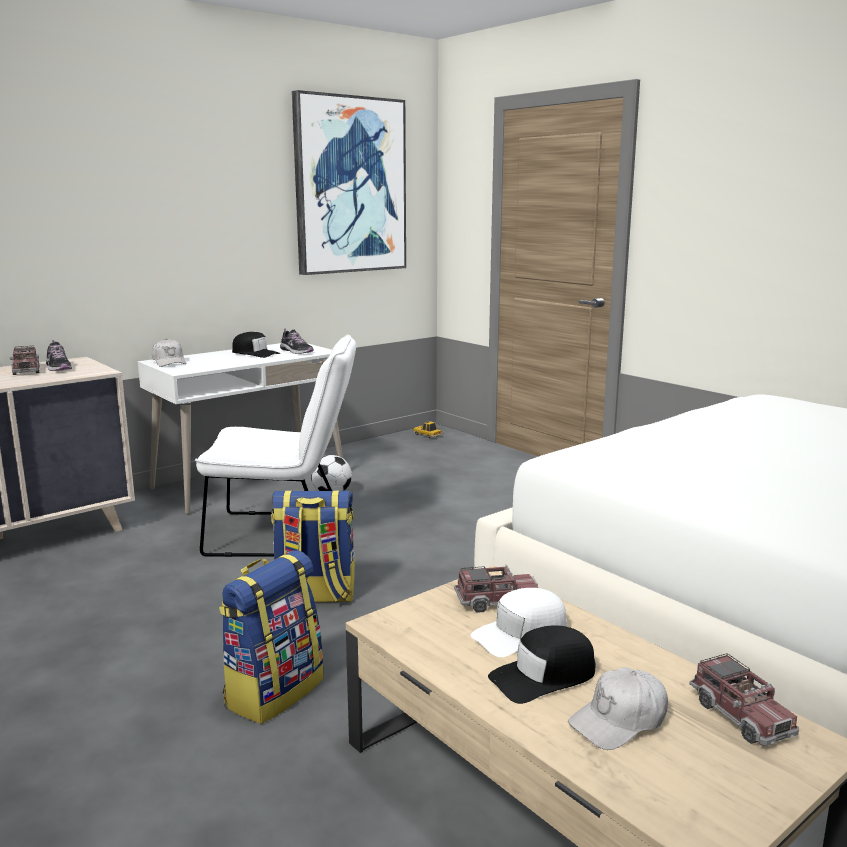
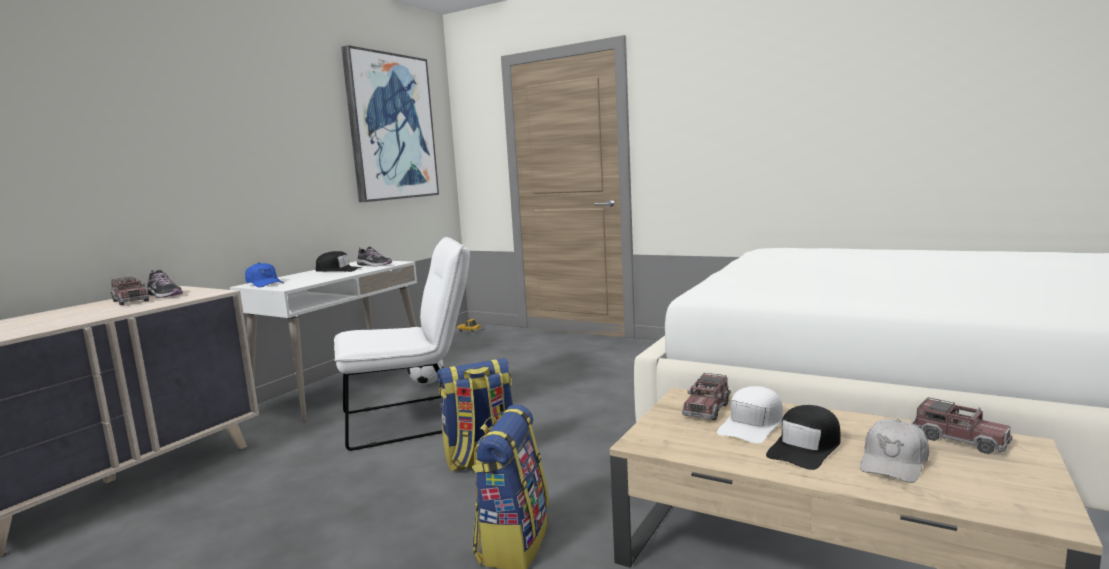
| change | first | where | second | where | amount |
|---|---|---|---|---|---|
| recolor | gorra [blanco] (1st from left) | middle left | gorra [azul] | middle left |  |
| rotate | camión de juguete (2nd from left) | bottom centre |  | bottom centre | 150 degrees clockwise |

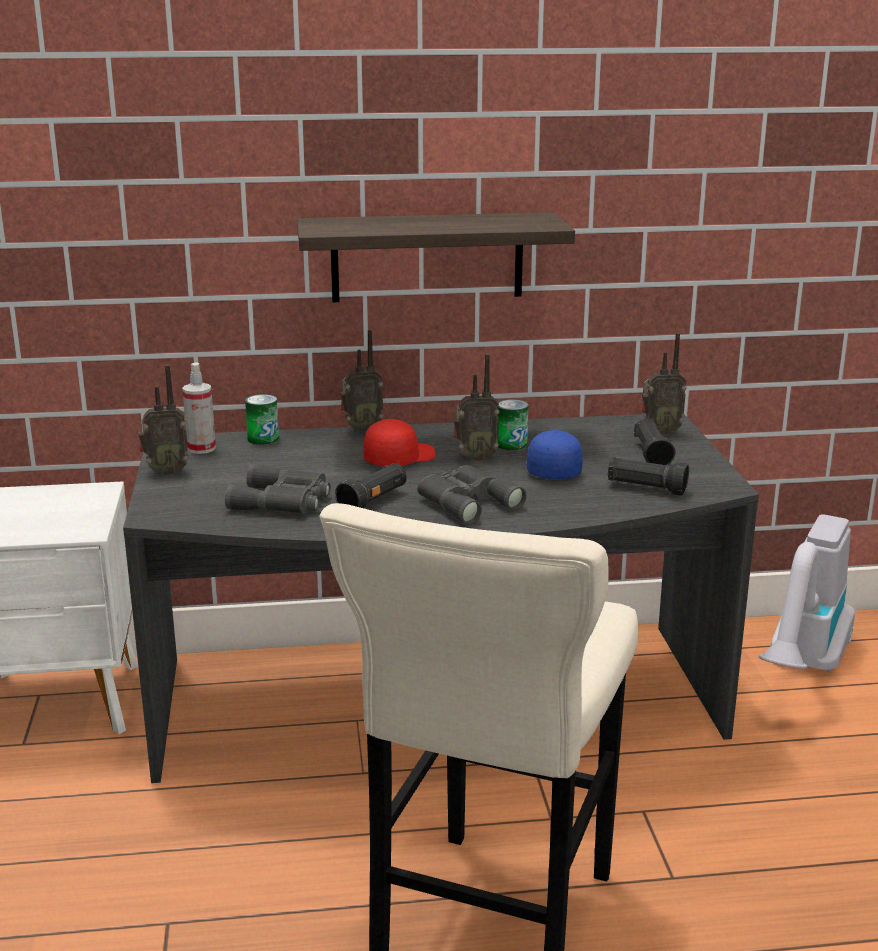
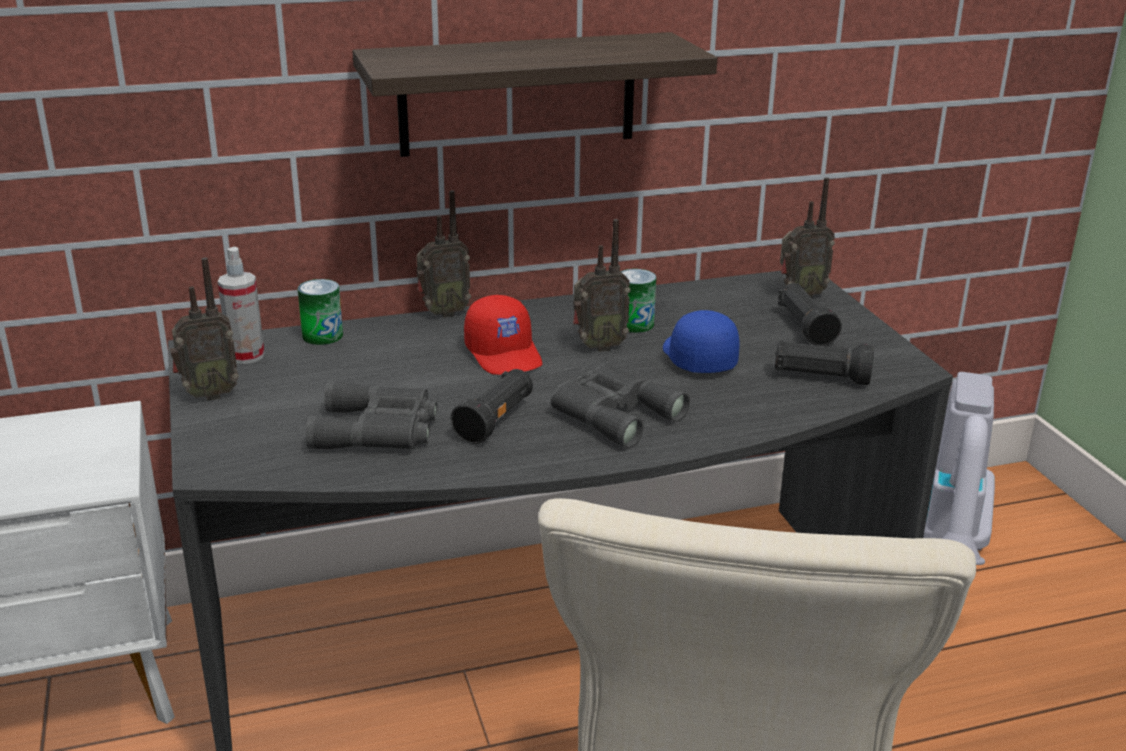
| change | first | where | second | where | amount |
|---|---|---|---|---|---|
| rotate | gorra [rojo] | centre |  | centre | 120 degrees clockwise |

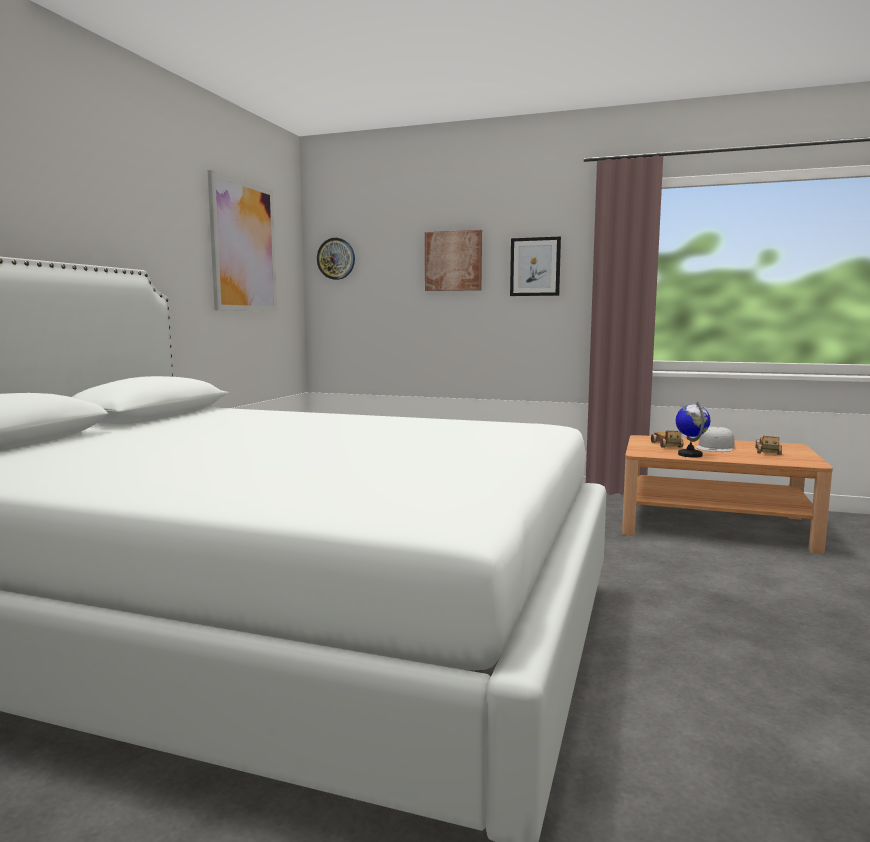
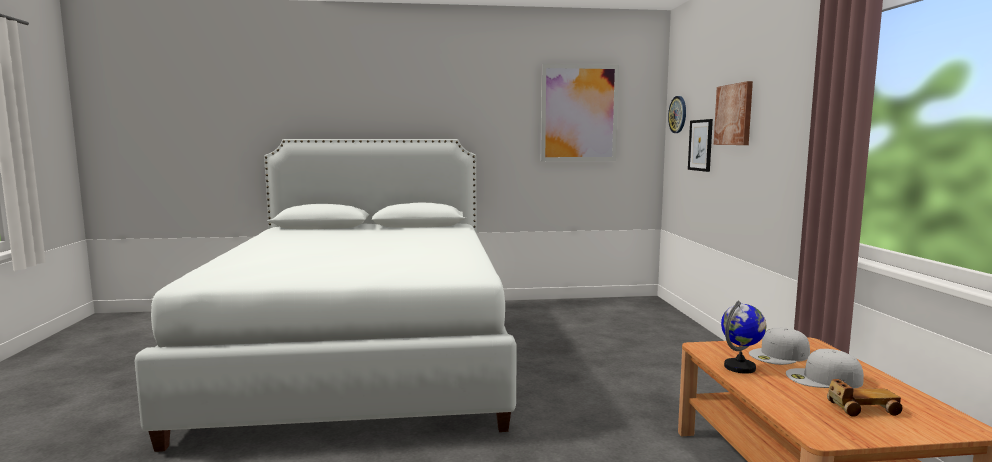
| change | first | where | second | where | amount |
|---|---|---|---|---|---|
| move | cuadro (3rd from left in the first image) | top centre | cuadro (2nd from left) | top right |  |
| replace | coche de juguete (1st from left) | middle right | gorra [blanco] (1st from left) | bottom right |  |

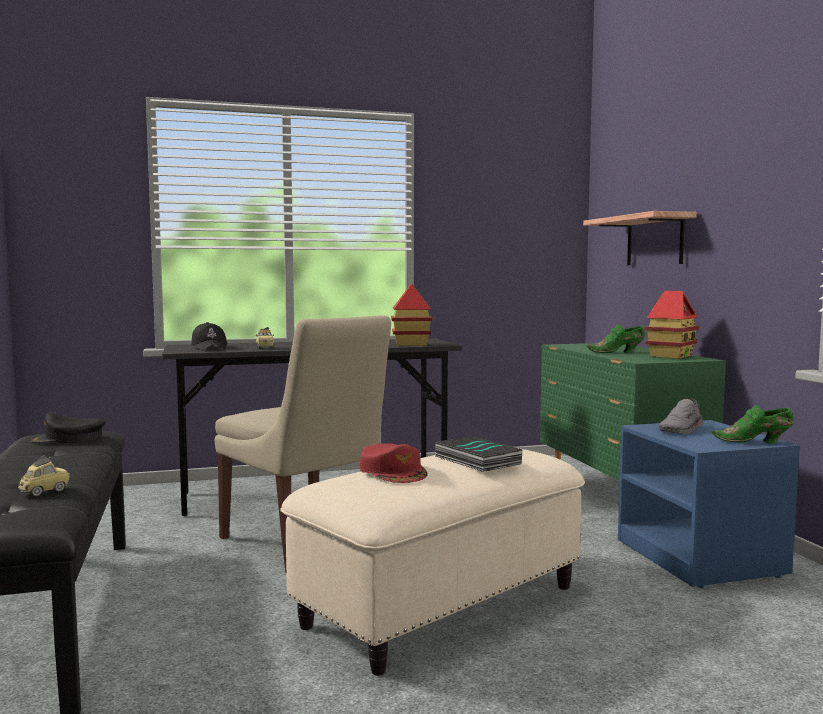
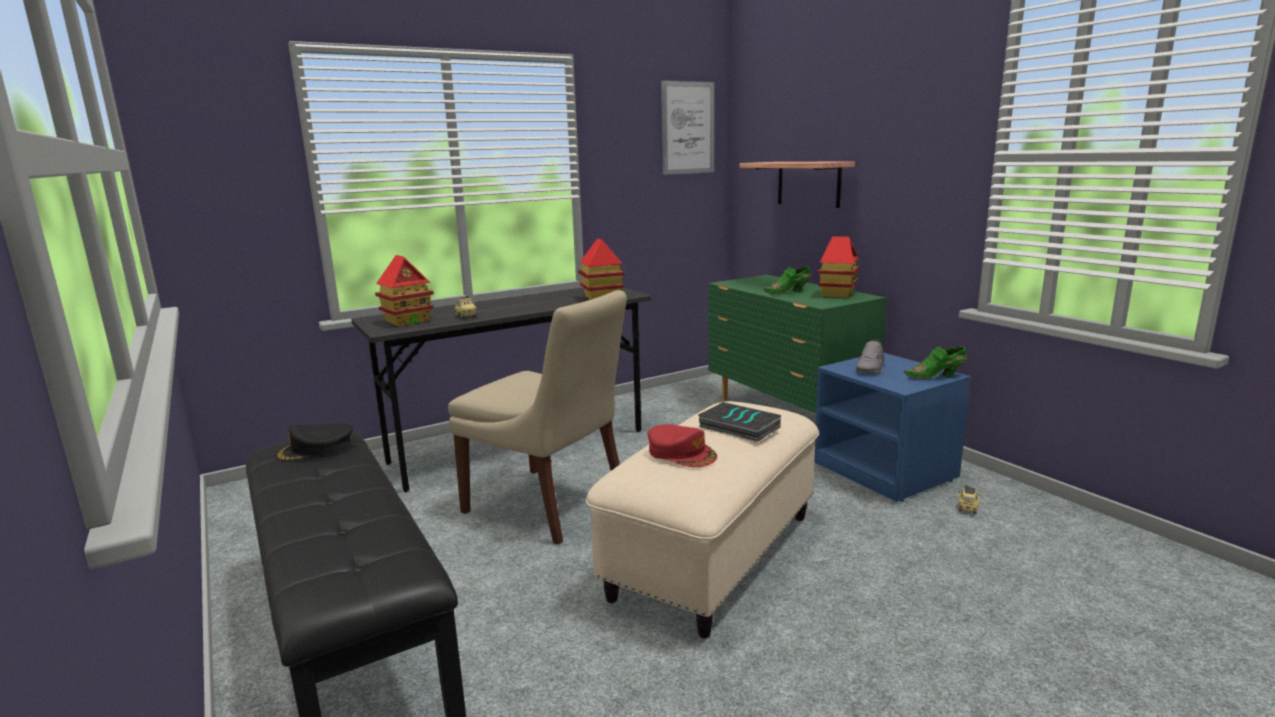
| change | first | where | second | where | amount |
|---|---|---|---|---|---|
| insert |  |  | cuadro | top centre |  |
| move | coche de juguete (1st from left in the first image) | bottom left | coche de juguete (2nd from left) | bottom right |  |
| replace | gorra [negro] (2nd from left) | middle left | casita (1st from left) | middle left |  |

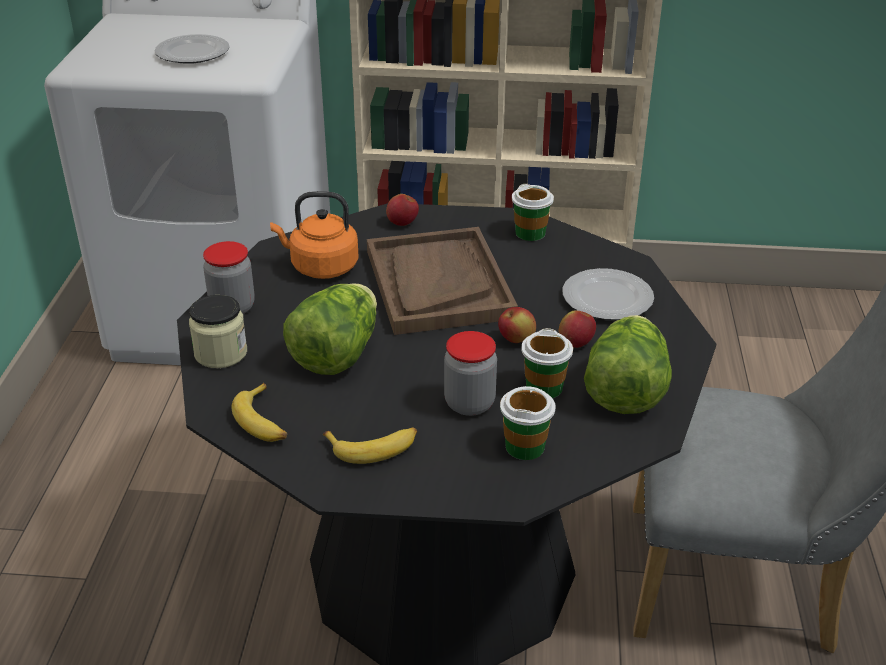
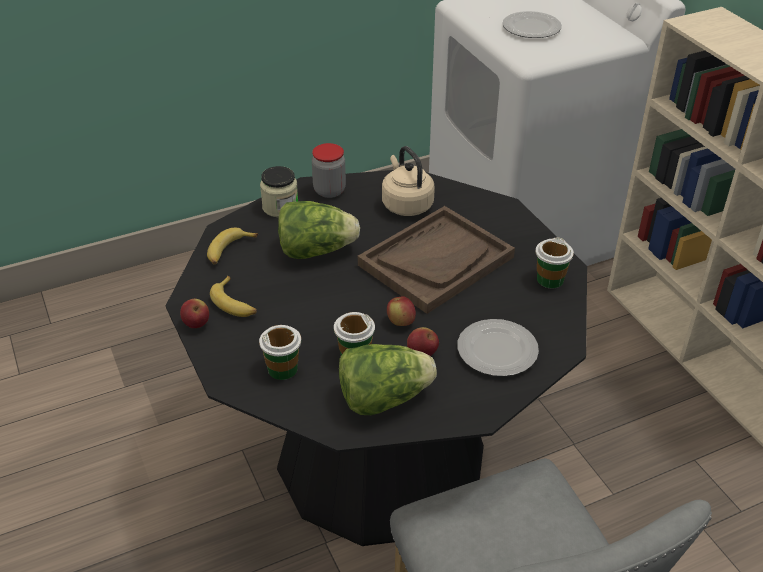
| change | first | where | second | where | amount |
|---|---|---|---|---|---|
| delete | tarro (3rd from left) | centre |  |  |  |
| move | manzana (1st from left) | top centre |  | middle left |  |
| recolor | hervidor [naranja] | centre | hervidor [beis] | top centre |  |

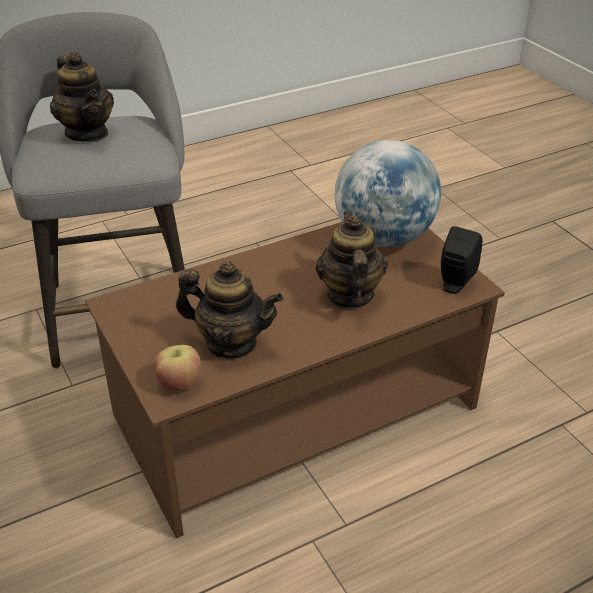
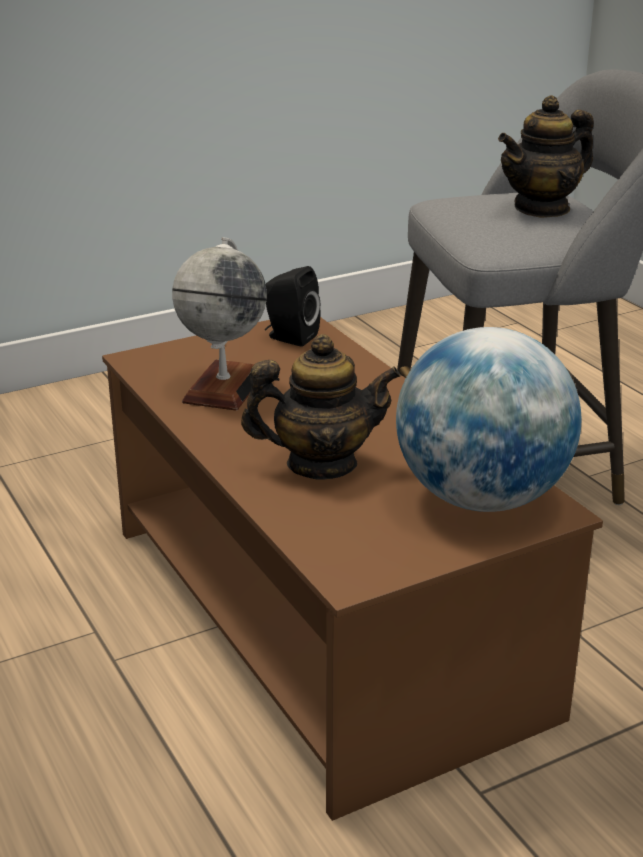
| change | first | where | second | where | amount |
|---|---|---|---|---|---|
| delete | manzana | middle left |  |  |  |
| move | altavoz [negro] | middle right |  | centre |  |
| replace | tetera (2nd from left) | centre | globo terráqueo (1st from left) | centre |  |

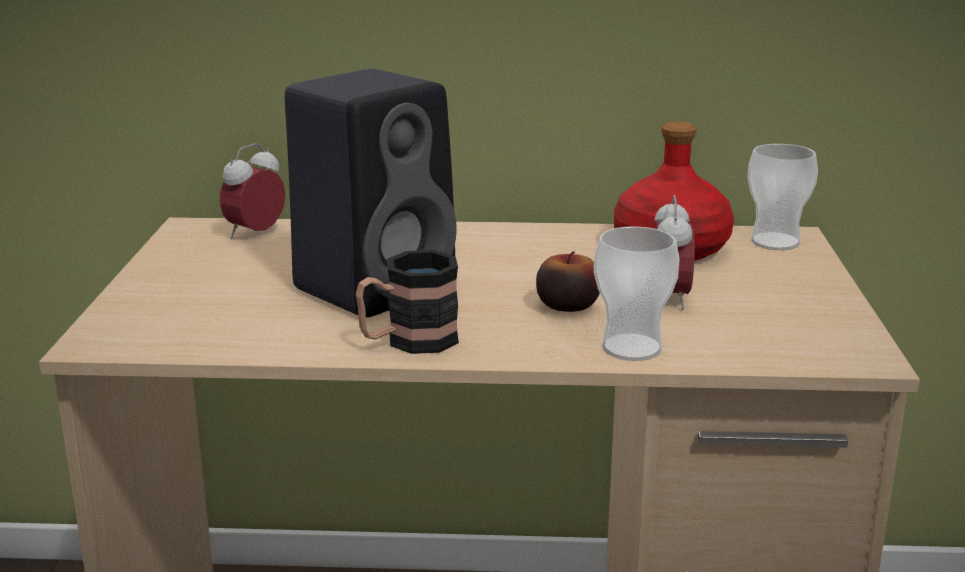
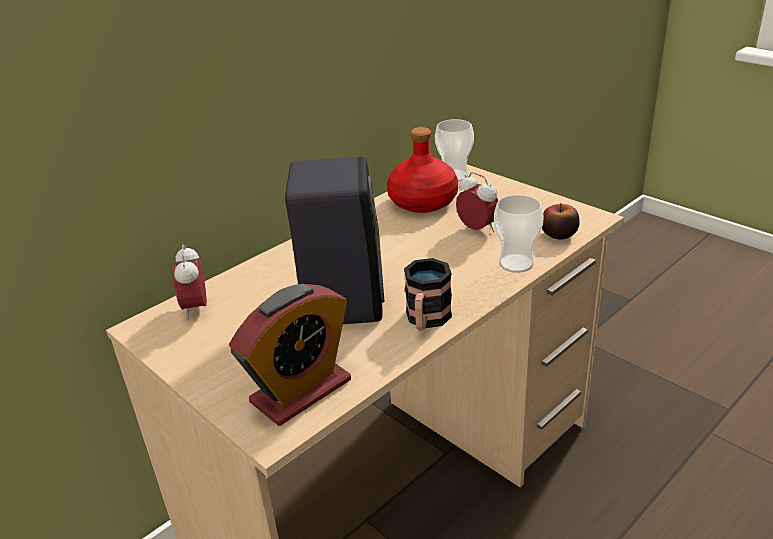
| change | first | where | second | where | amount |
|---|---|---|---|---|---|
| insert |  |  | despertador (2nd from left) | centre |  |
| move | manzana | centre |  | middle right |  |

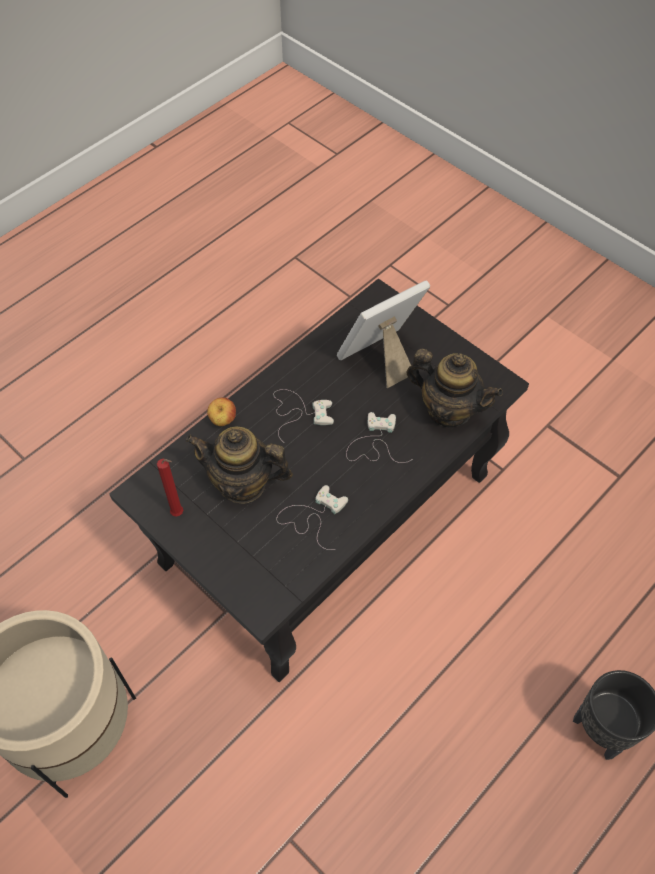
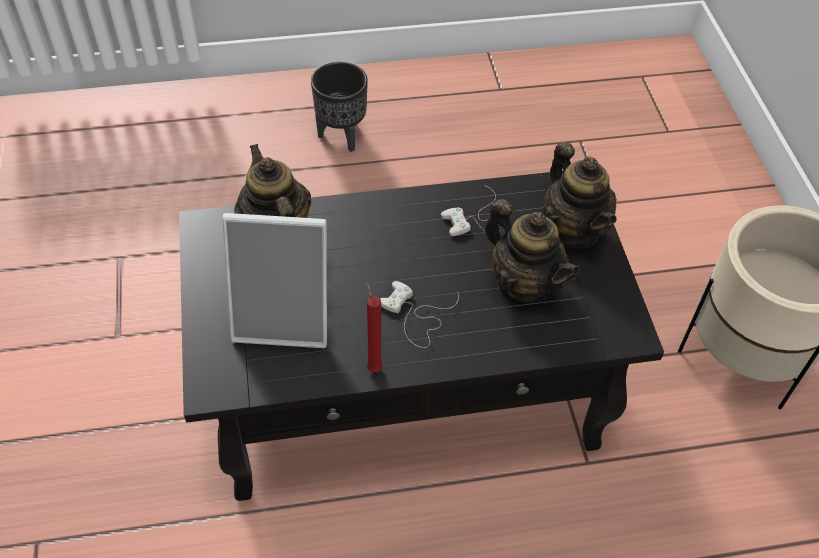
| change | first | where | second | where | amount |
|---|---|---|---|---|---|
| delete | manzana | centre |  |  |  |
| delete | mando de consola [blanco] (3rd from left) | centre |  |  |  |
| insert |  |  | tetera (3rd from left) | middle right |  |
| move | vela [rojo] | middle left |  | centre |  |

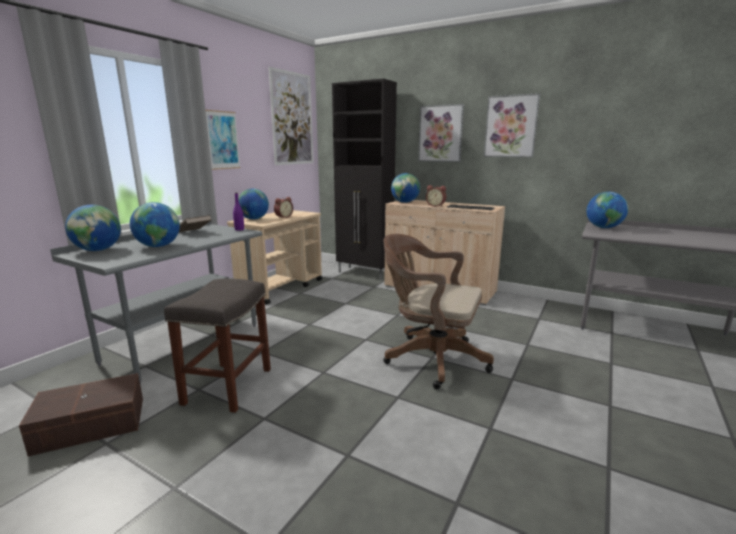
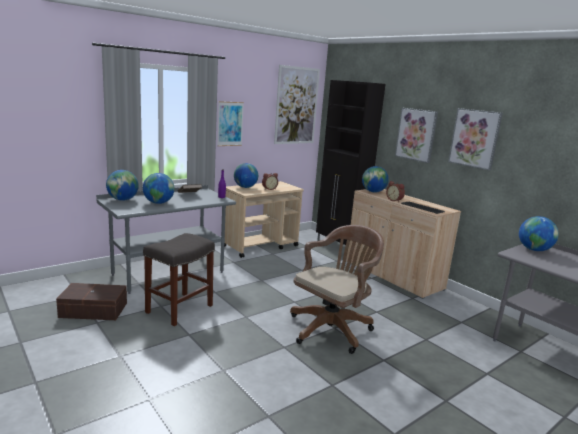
| change | first | where | second | where | amount |
|---|---|---|---|---|---|
| rotate | silla de oficina [marrón] | centre |  | centre | 90 degrees clockwise |

